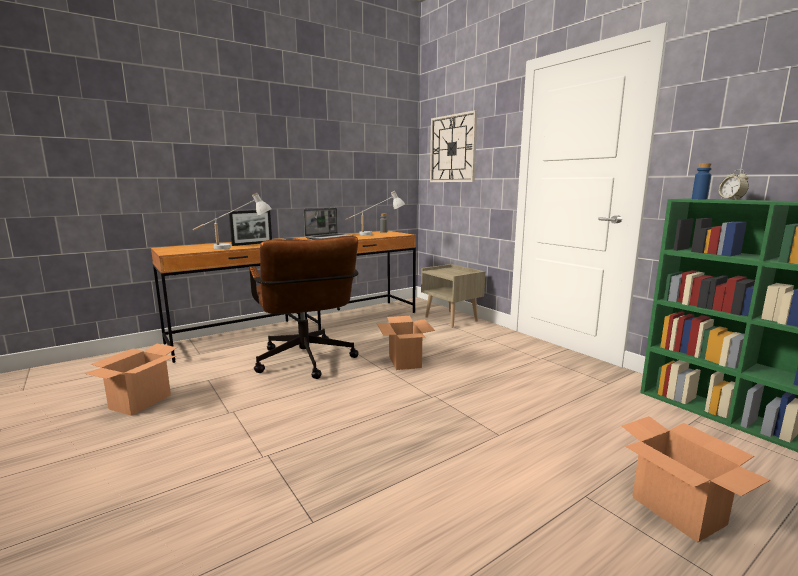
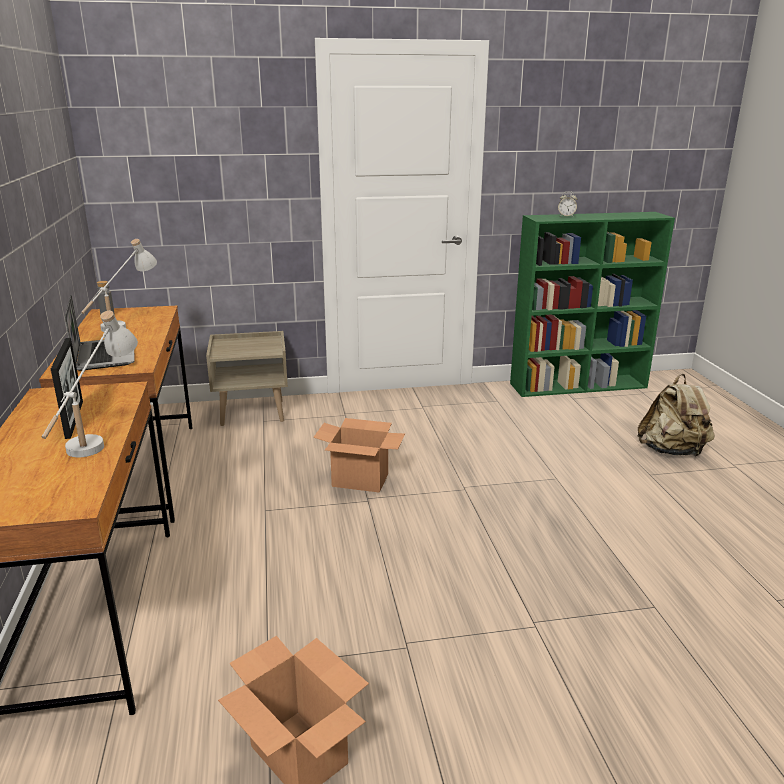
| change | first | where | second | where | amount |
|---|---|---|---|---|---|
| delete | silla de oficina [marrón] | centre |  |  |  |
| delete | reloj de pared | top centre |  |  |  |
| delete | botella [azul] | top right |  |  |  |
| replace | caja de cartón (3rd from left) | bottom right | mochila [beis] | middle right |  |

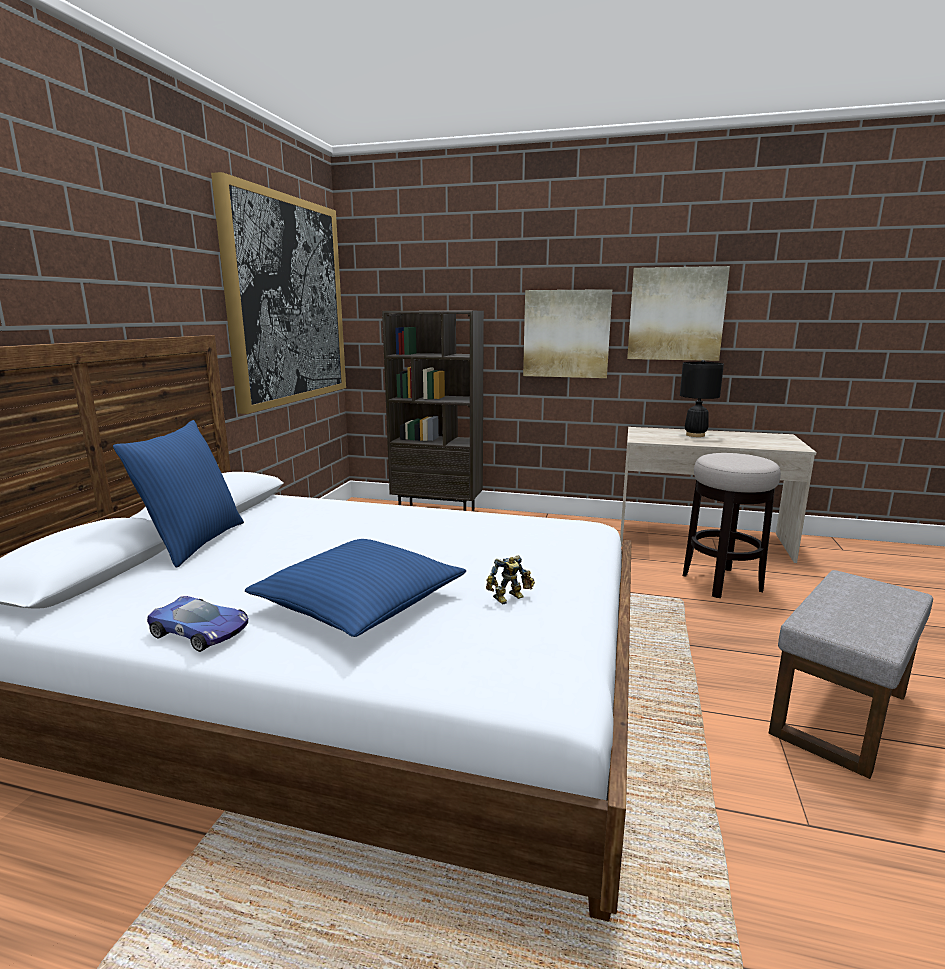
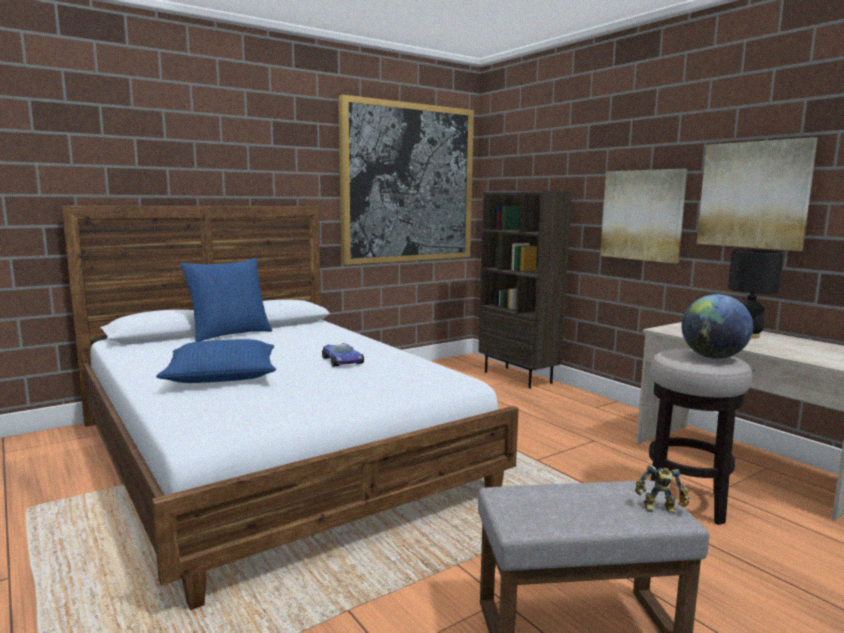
| change | first | where | second | where | amount |
|---|---|---|---|---|---|
| insert |  |  | globo terráqueo | middle right |  |
| move | coche de juguete | middle left |  | centre |  |
| move | robot de juguete | centre |  | bottom right |  |

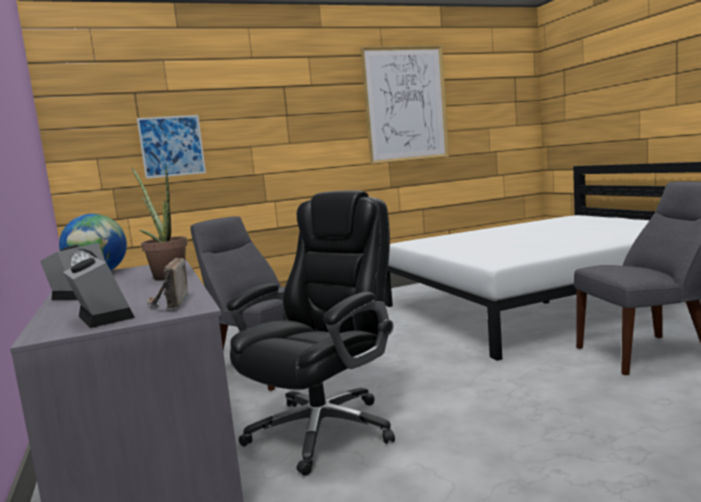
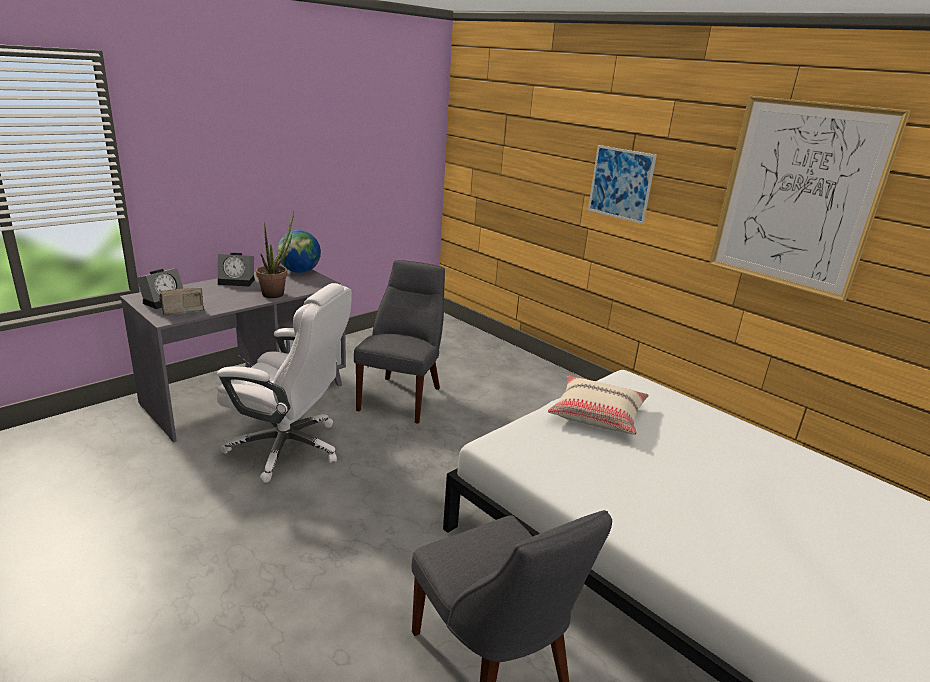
| change | first | where | second | where | amount |
|---|---|---|---|---|---|
| insert |  |  | cojín [beis] | centre |  |
| move | cuadro (1st from left) | top left |  | top right |  |
| recolor | silla de oficina [negro] | centre | silla de oficina [blanco] | middle left |  |

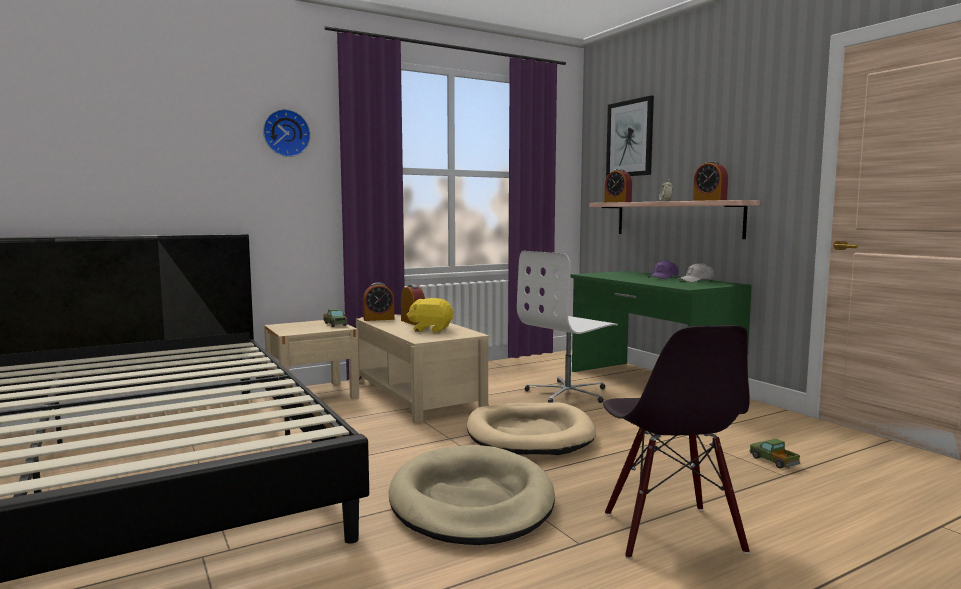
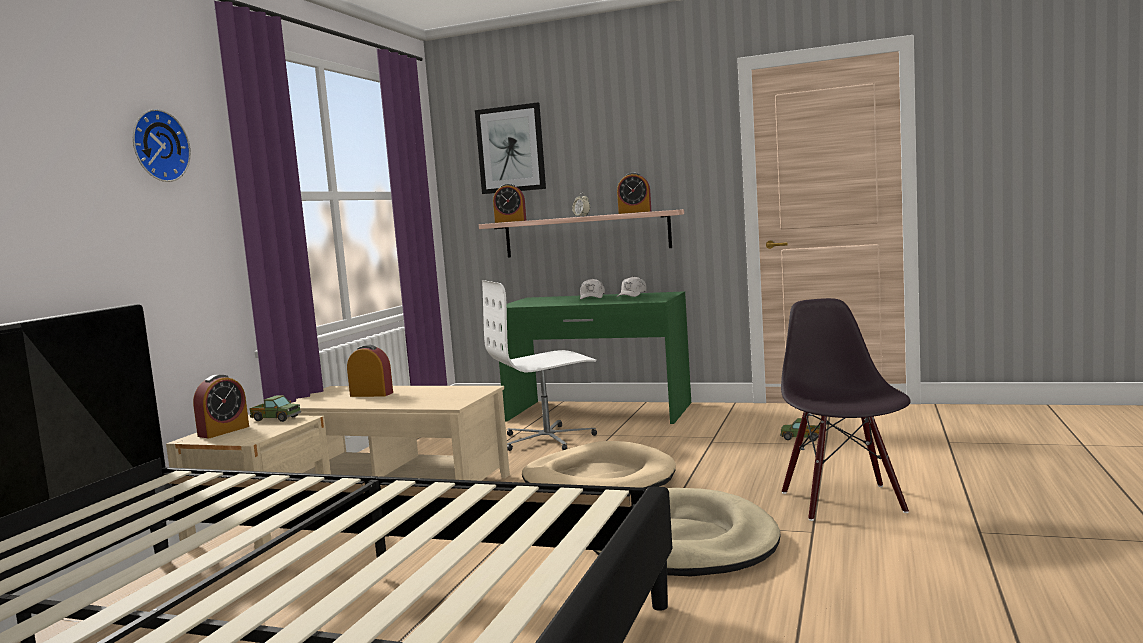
| change | first | where | second | where | amount |
|---|---|---|---|---|---|
| delete | peluche [amarillo] | centre |  |  |  |
| move | despertador (1st from left) | centre |  | middle left |  |
| recolor | gorra [morado] | middle right | gorra [blanco] (1st from left) | centre |  |
| rotate | silla de oficina [blanco] | centre |  | centre | 60 degrees clockwise |
| rotate | silla [negro] | bottom right |  | middle right | 135 degrees counterclockwise |

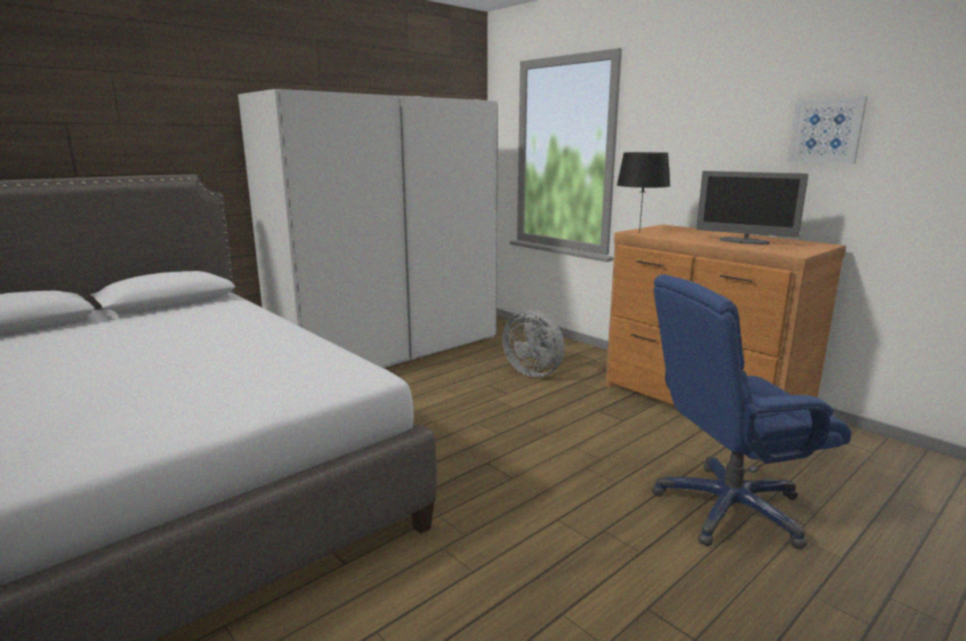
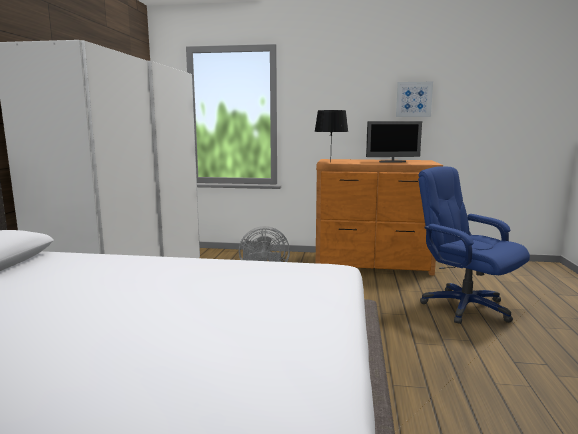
| change | first | where | second | where | amount |
|---|---|---|---|---|---|
| rotate | silla de oficina [azul] | middle right |  | middle right | 105 degrees clockwise |

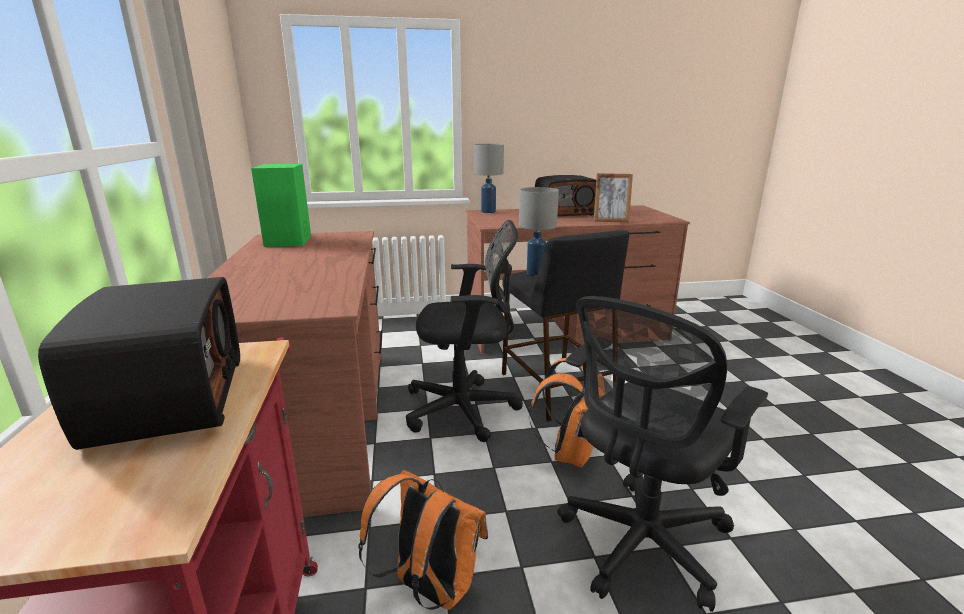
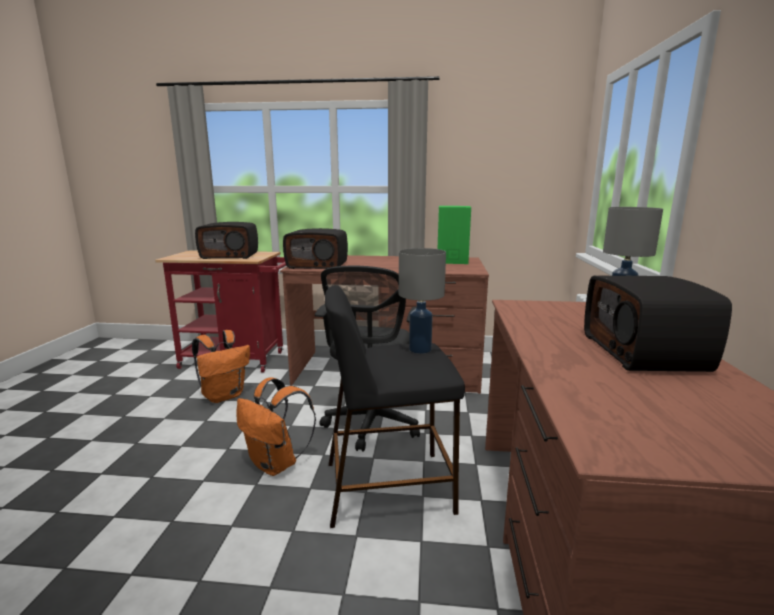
| change | first | where | second | where | amount |
|---|---|---|---|---|---|
| delete | silla de oficina [negro] (2nd from left) | bottom right |  |  |  |
| delete | portarretratos | top centre |  |  |  |
| insert |  |  | radio (2nd from left) | centre |  |

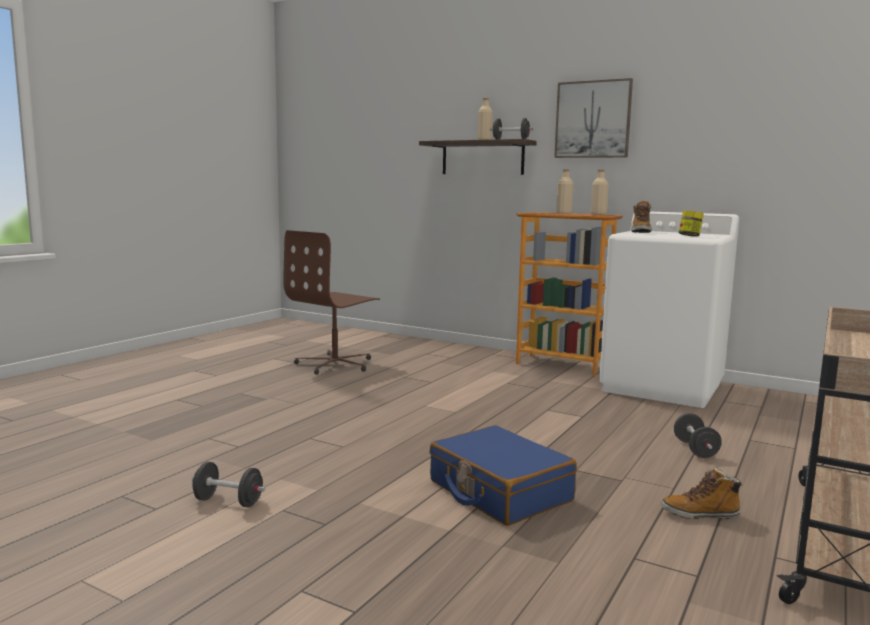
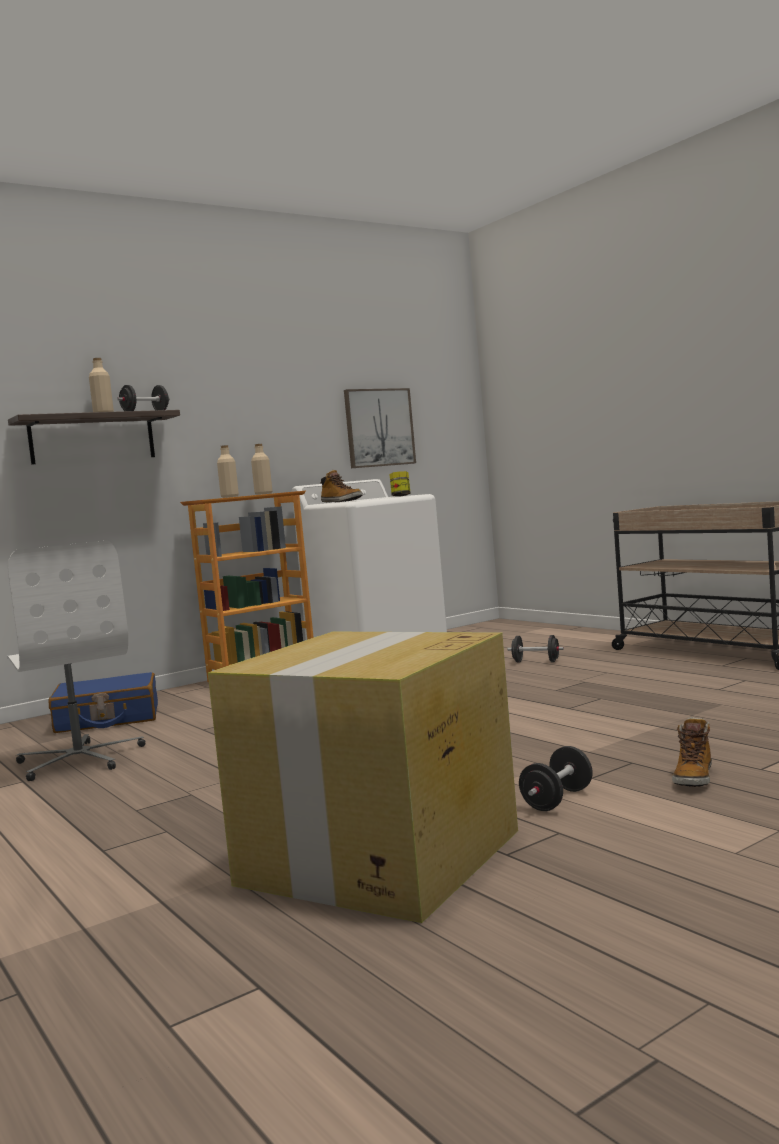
| change | first | where | second | where | amount |
|---|---|---|---|---|---|
| insert |  |  | caja de cartón | bottom centre |  |
| move | maleta [azul] | bottom centre |  | middle left |  |
| move | cuadro | top right |  | centre |  |
| move | bota (2nd from left) | bottom right |  | middle right |  |
| recolor | silla de oficina [marrón] | centre | silla de oficina [blanco] | middle left |  |

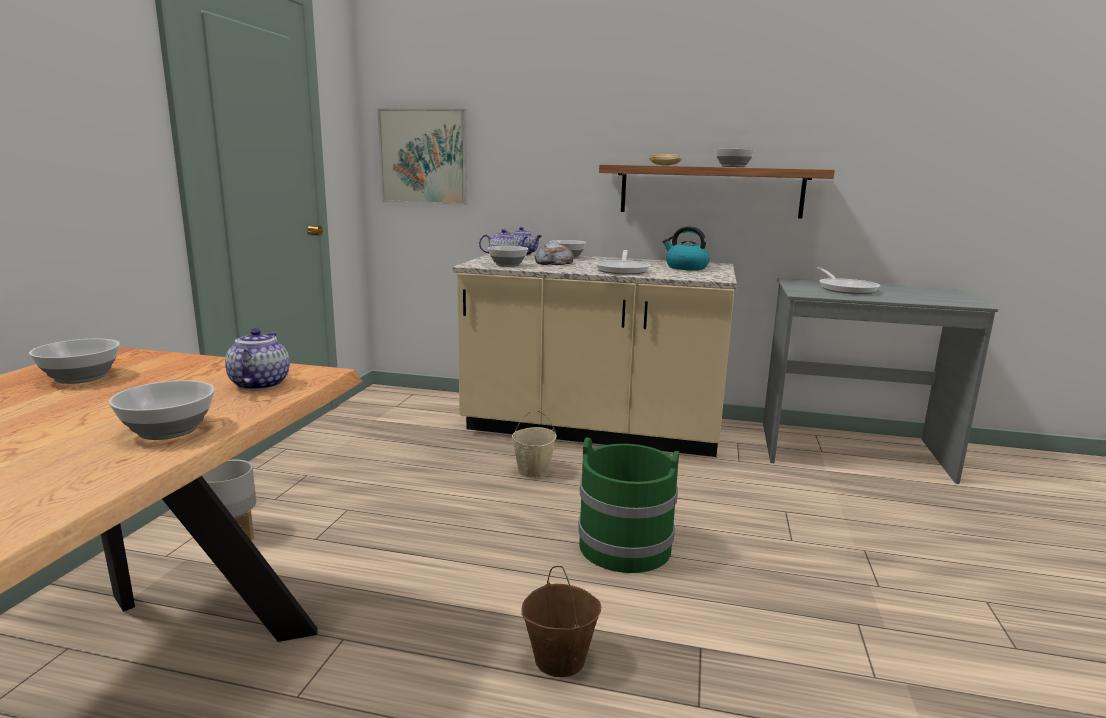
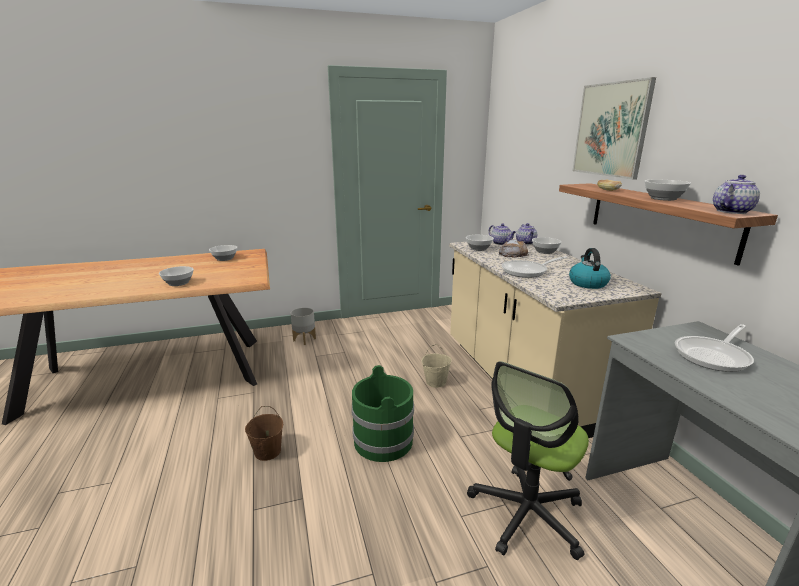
| change | first | where | second | where | amount |
|---|---|---|---|---|---|
| insert |  |  | silla de oficina | bottom centre |  |
| move | tetera (1st from left in the first image) | middle left | tetera (3rd from left) | top right |  |
| move | cuadro | top centre |  | top right |  |

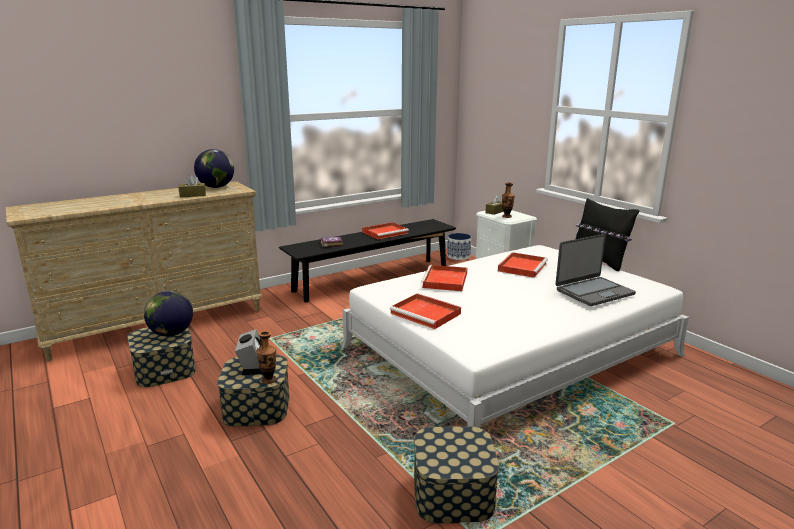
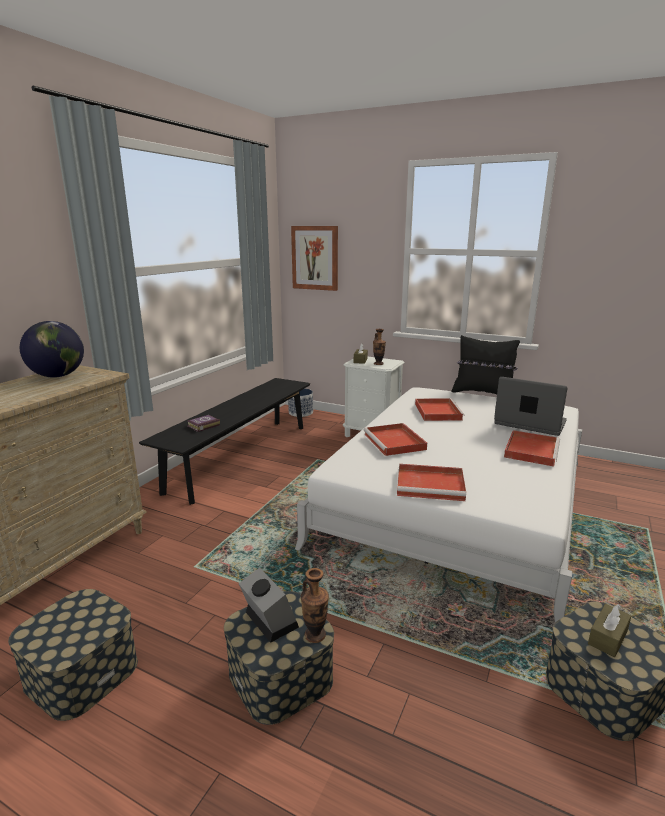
| change | first | where | second | where | amount |
|---|---|---|---|---|---|
| delete | globo terráqueo (1st from left) | middle left |  |  |  |
| insert |  |  | cuadro | top centre |  |
| move | caja de pañuelos [marrón] (1st from left in the first image) | middle left | caja de pañuelos [marrón] (2nd from left) | bottom right |  |
| move | bandeja [rojo] (1st from left in the first image) | centre | bandeja [rojo] (4th from left) | middle right |  |
| rotate | portátil | middle right |  | middle right | 90 degrees counterclockwise |

